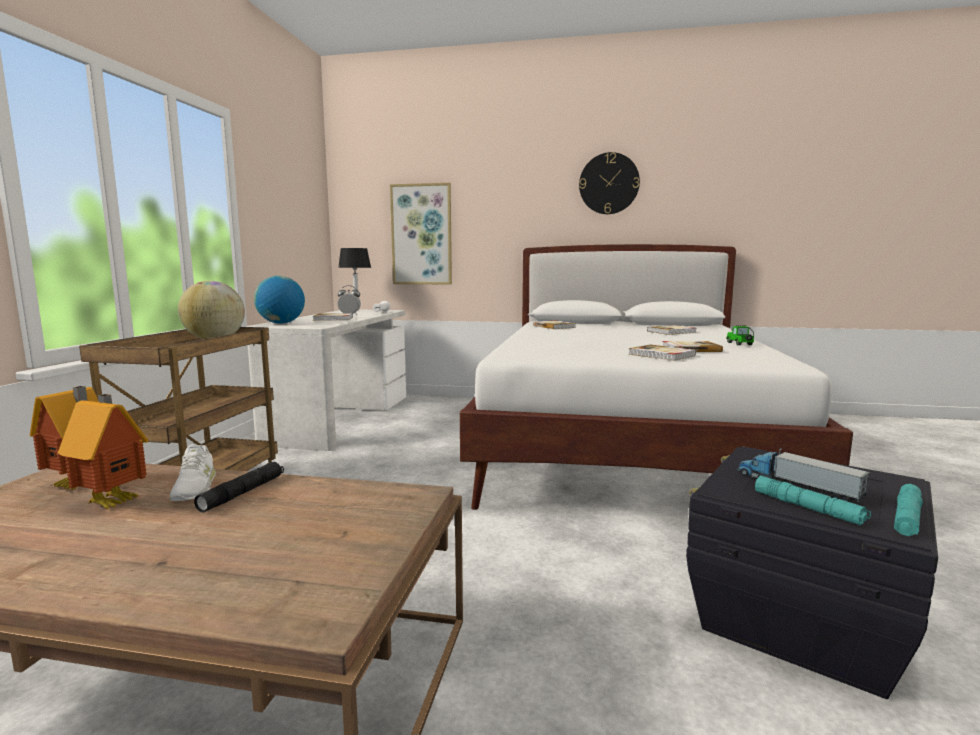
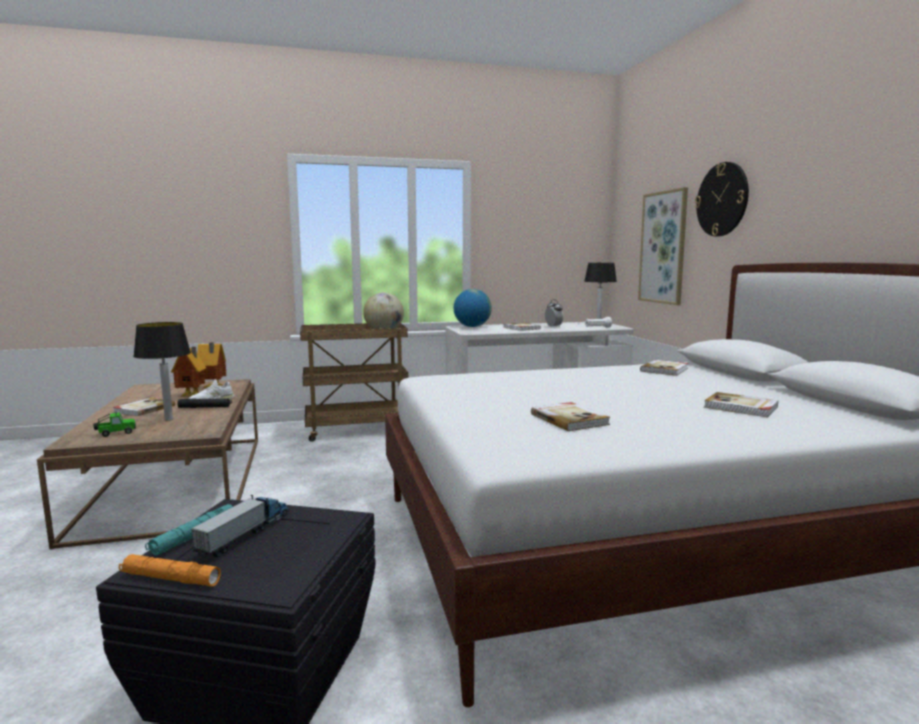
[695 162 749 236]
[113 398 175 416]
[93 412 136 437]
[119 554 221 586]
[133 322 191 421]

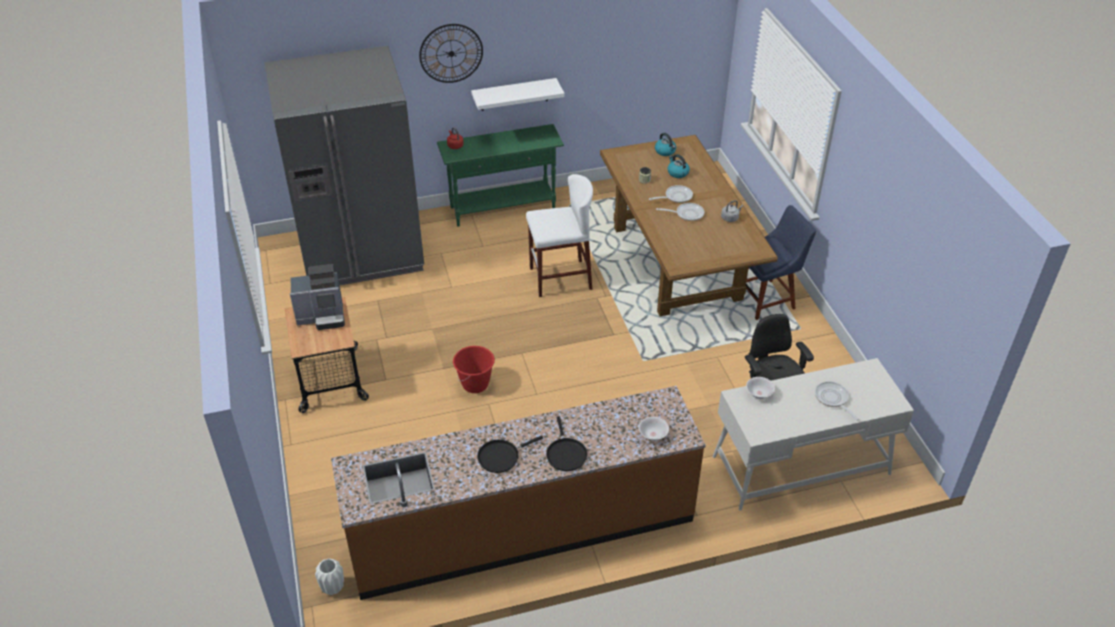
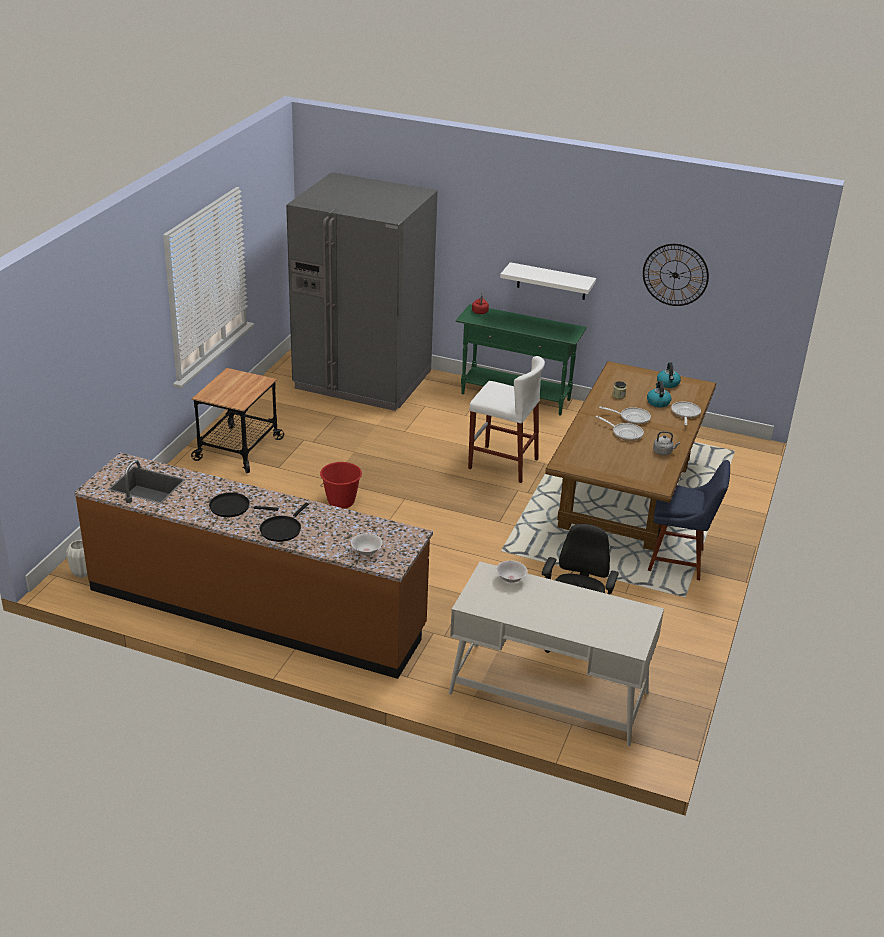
[290 264 345 330] (first image)
[643 244 709 306]
[671 402 701 426]

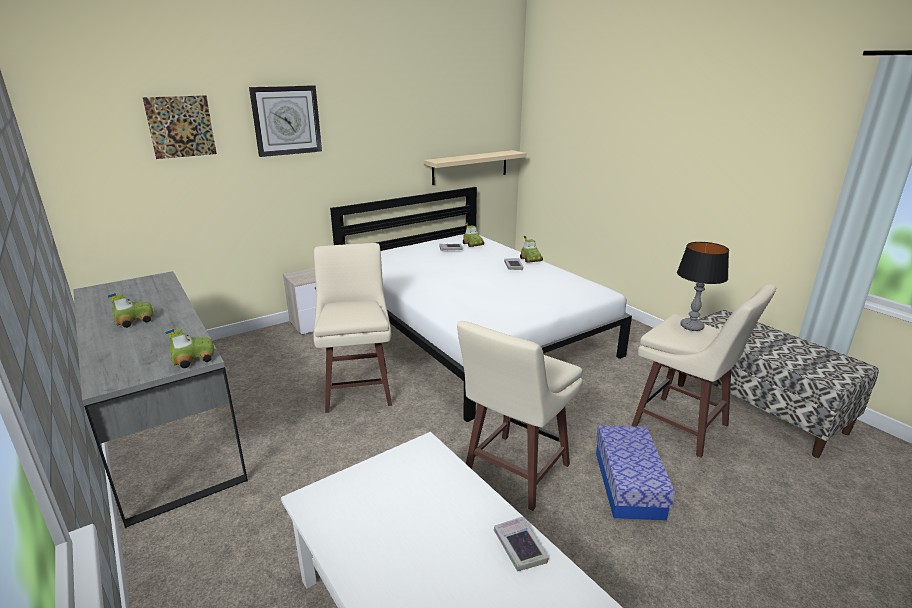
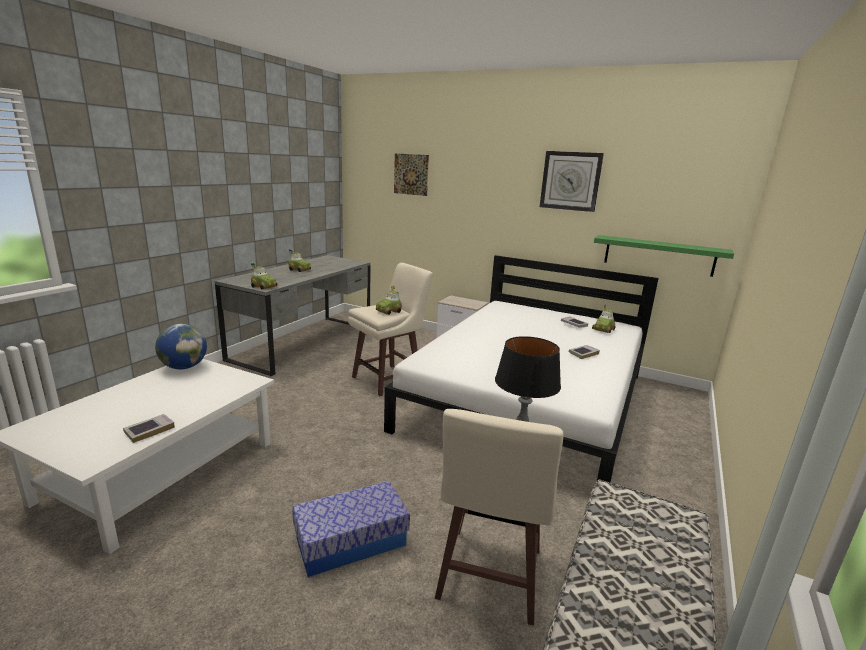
[540 151 604 212]
[594 235 734 277]
[457 321 583 511] (first image)
[376 286 402 315]
[155 324 207 369]

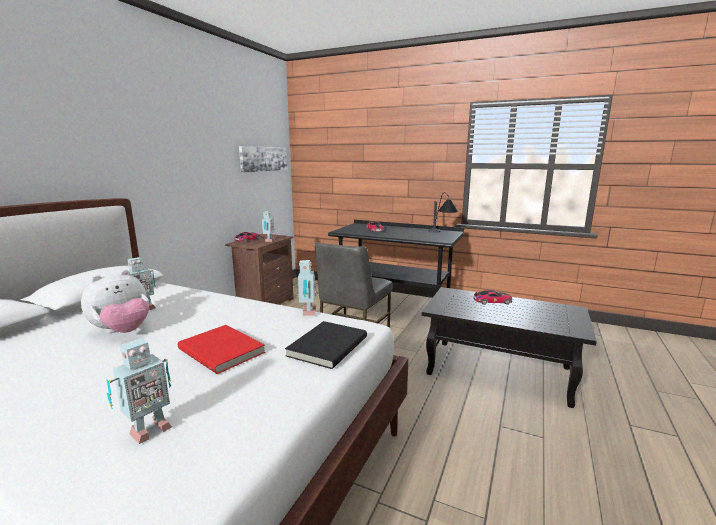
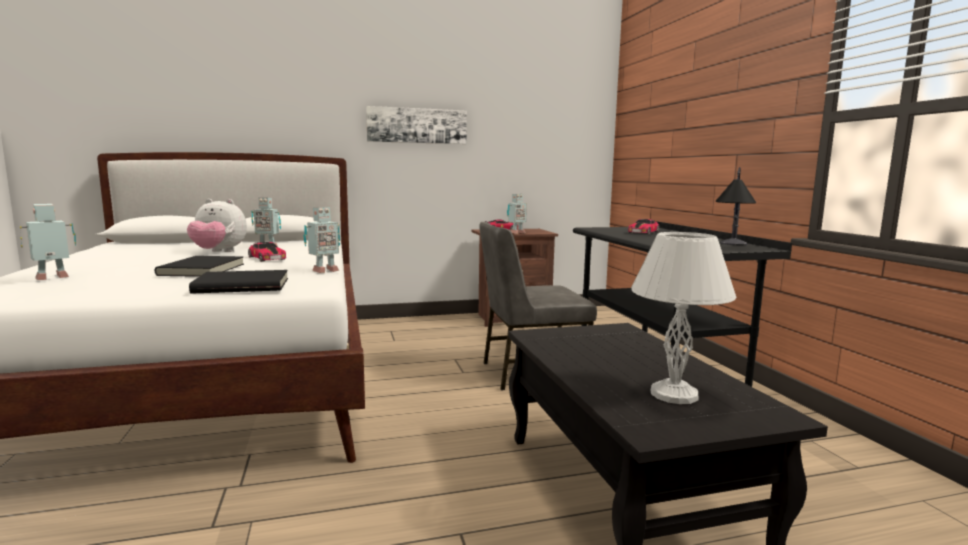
[20 204 76 280]
[155 256 244 277]
[366 106 467 144]
[248 242 286 262]
[631 232 737 404]

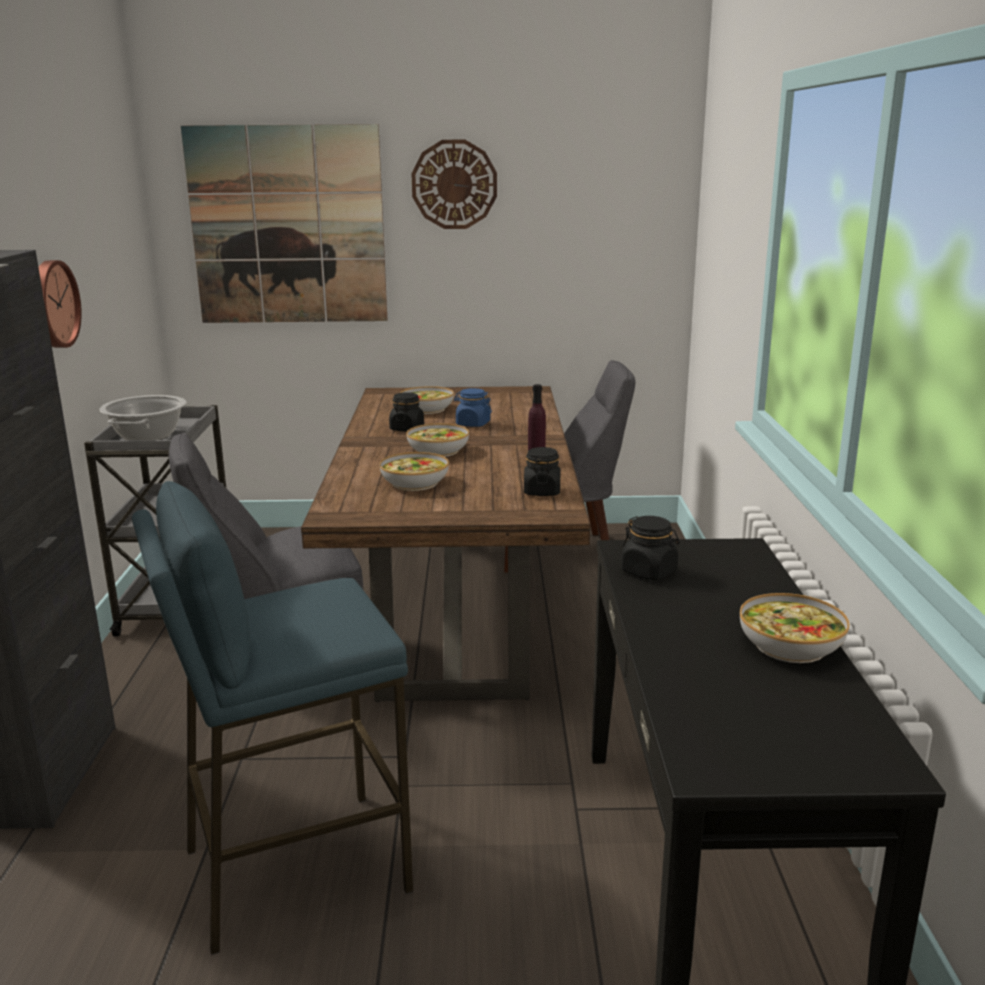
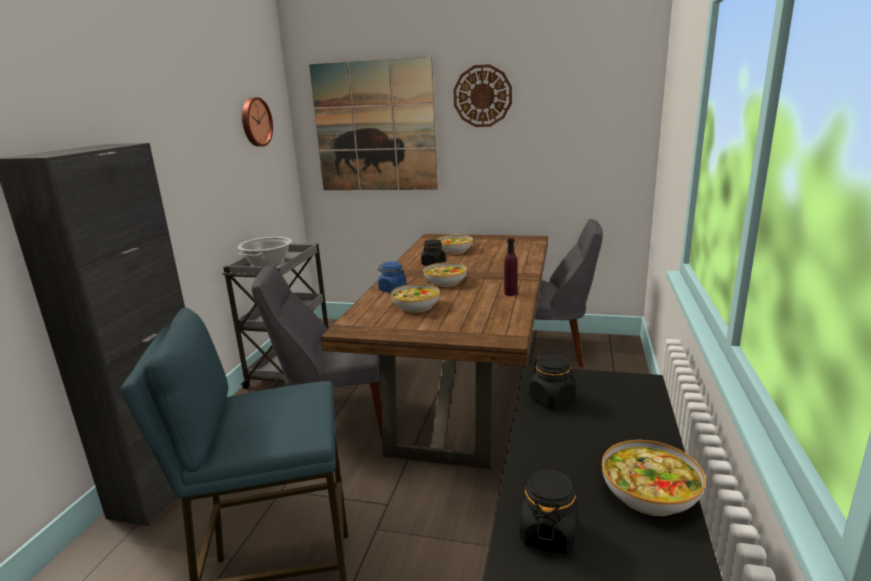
[242 97 273 147]
[378 261 407 293]
[520 468 578 554]

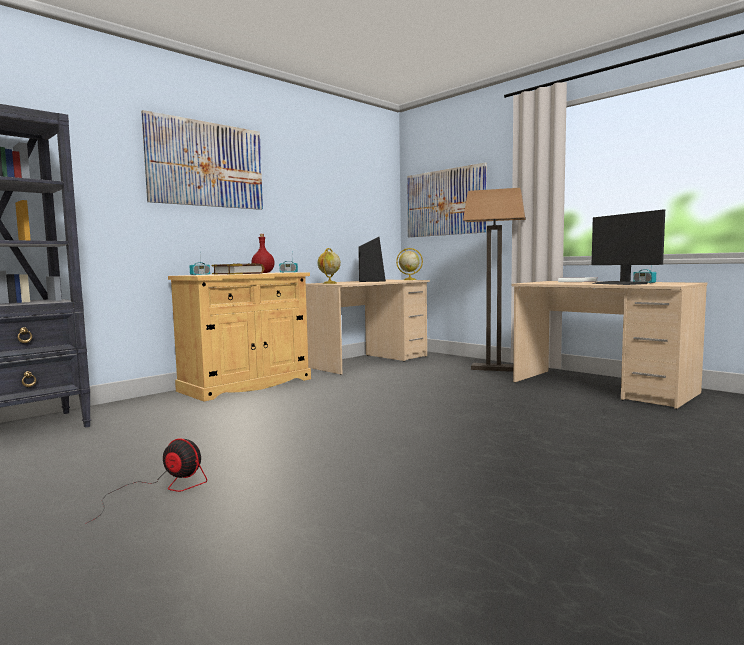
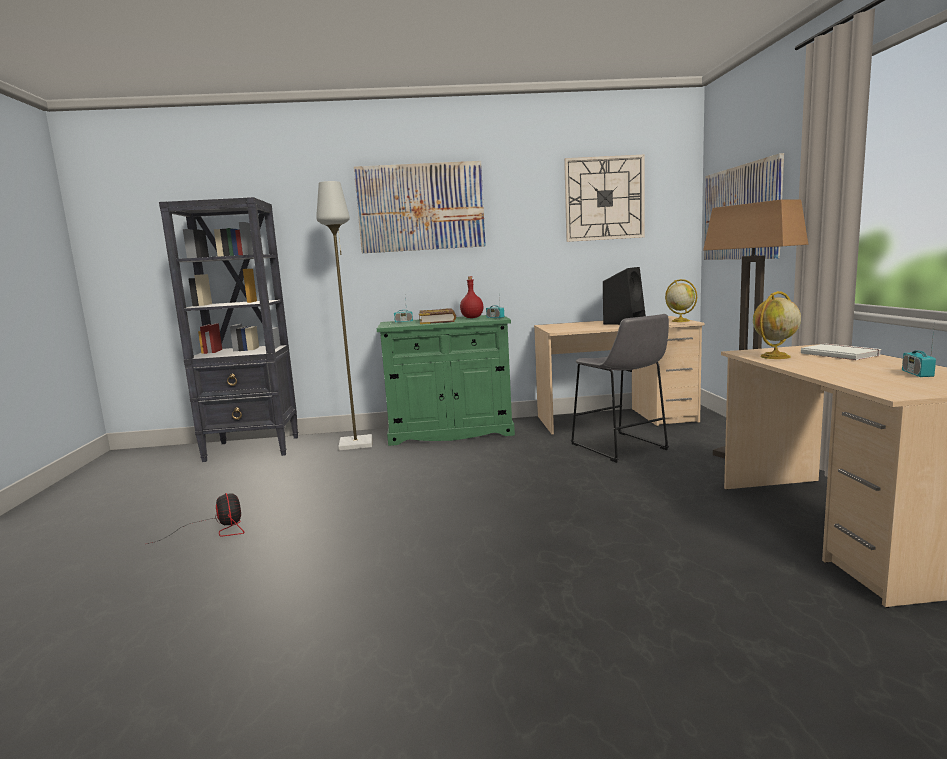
[377 315 515 446]
[753 291 801 359]
[592 209 665 285] (first image)
[316 181 372 451]
[564 155 644 242]
[571 314 669 463]

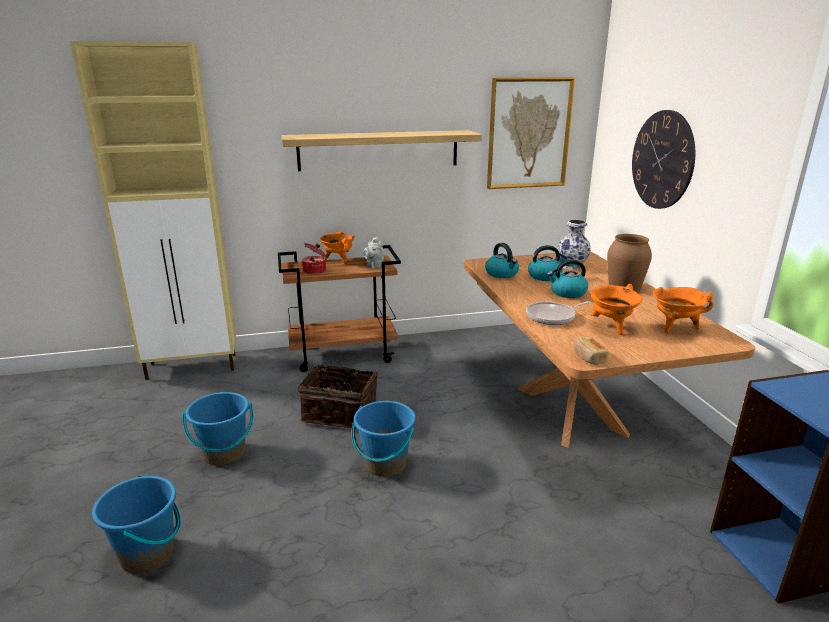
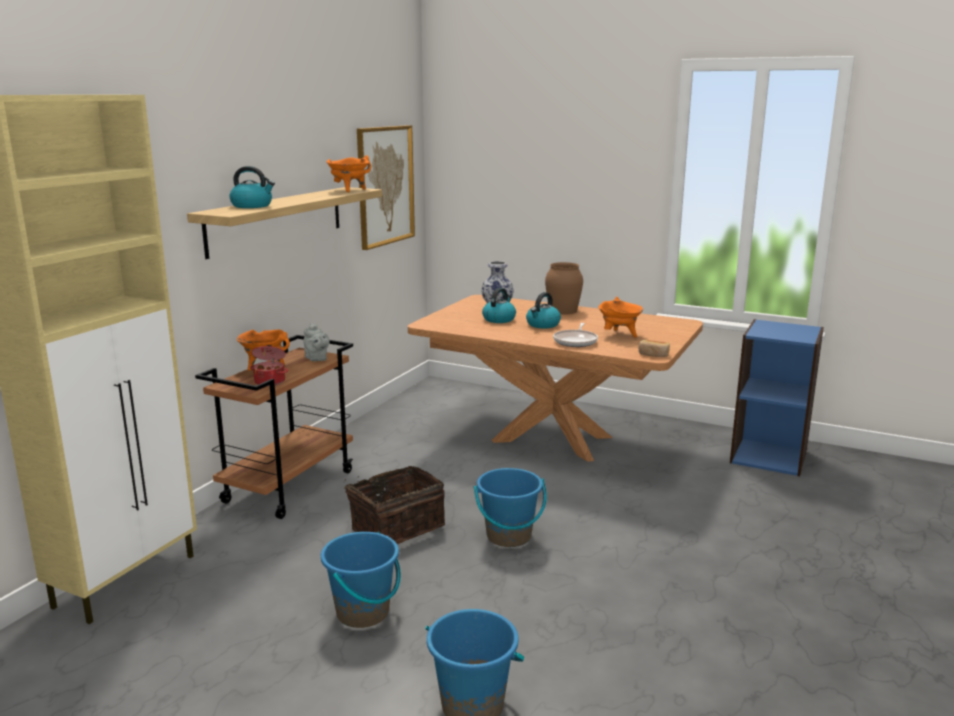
[229 166 275 208]
[632 110 695 209] (first image)
[326 155 371 193]

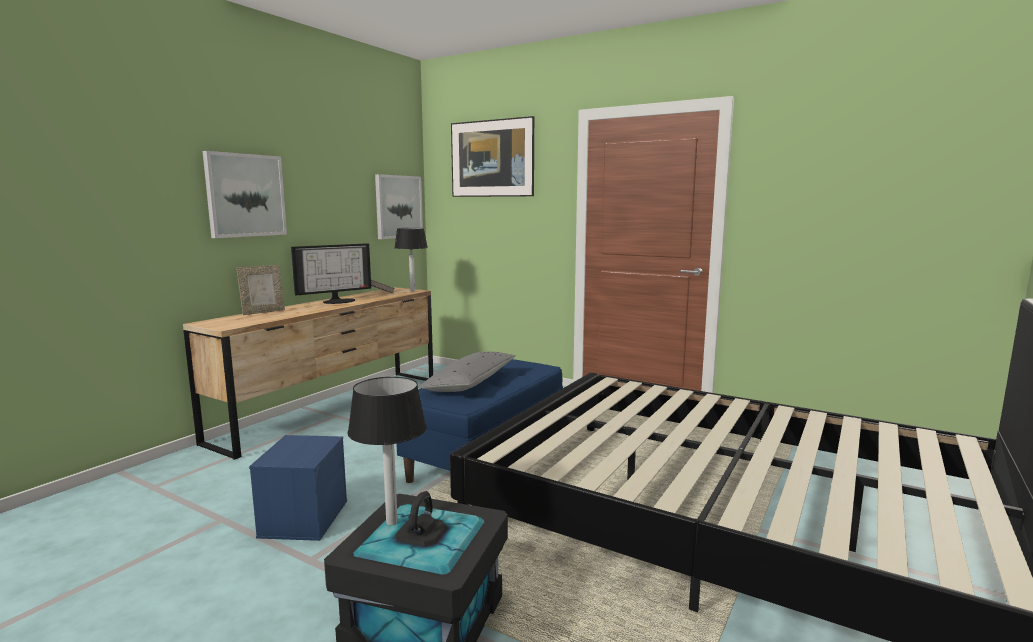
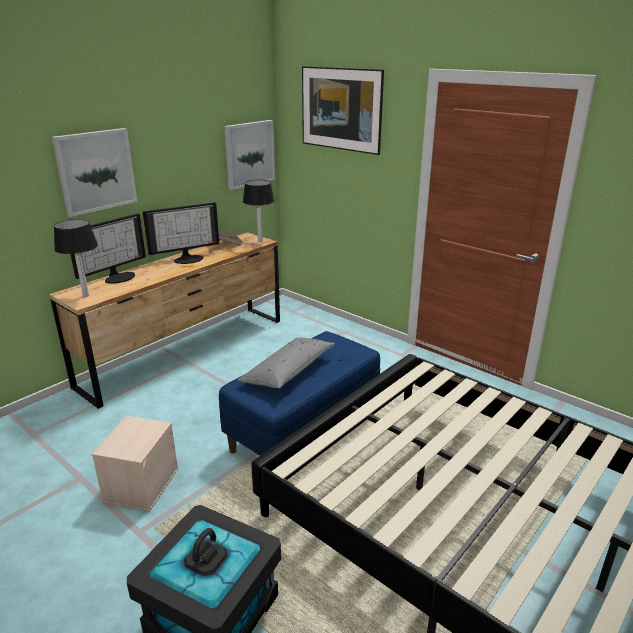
[71 213 146 283]
[91 416 178 512]
[54 219 98 297]

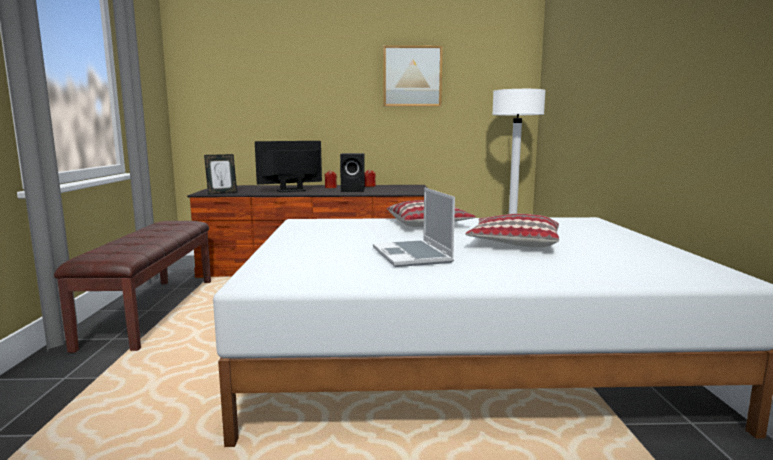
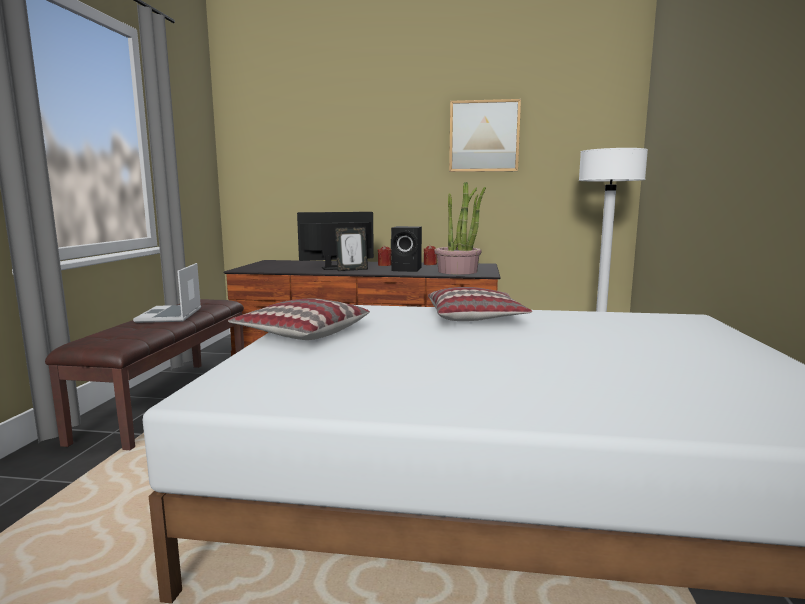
[335 227 368 271]
[133 263 201 323]
[228 298 370 340]
[434 182 486 275]

